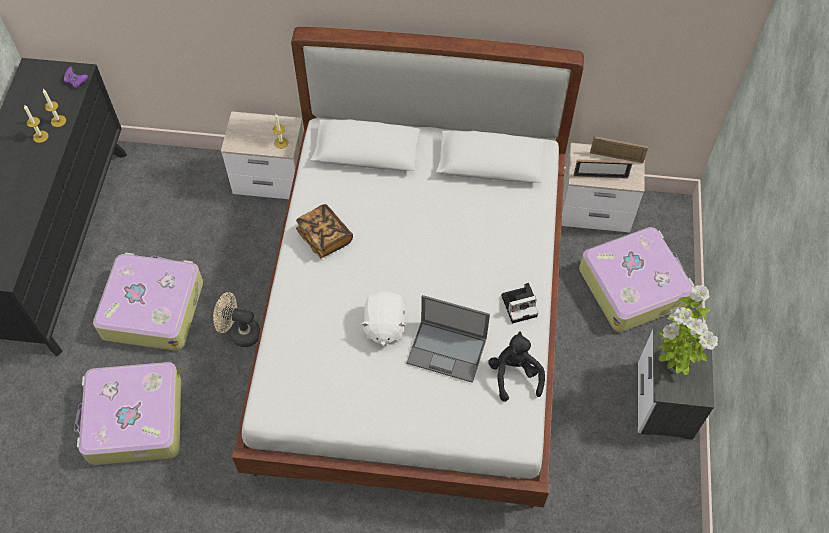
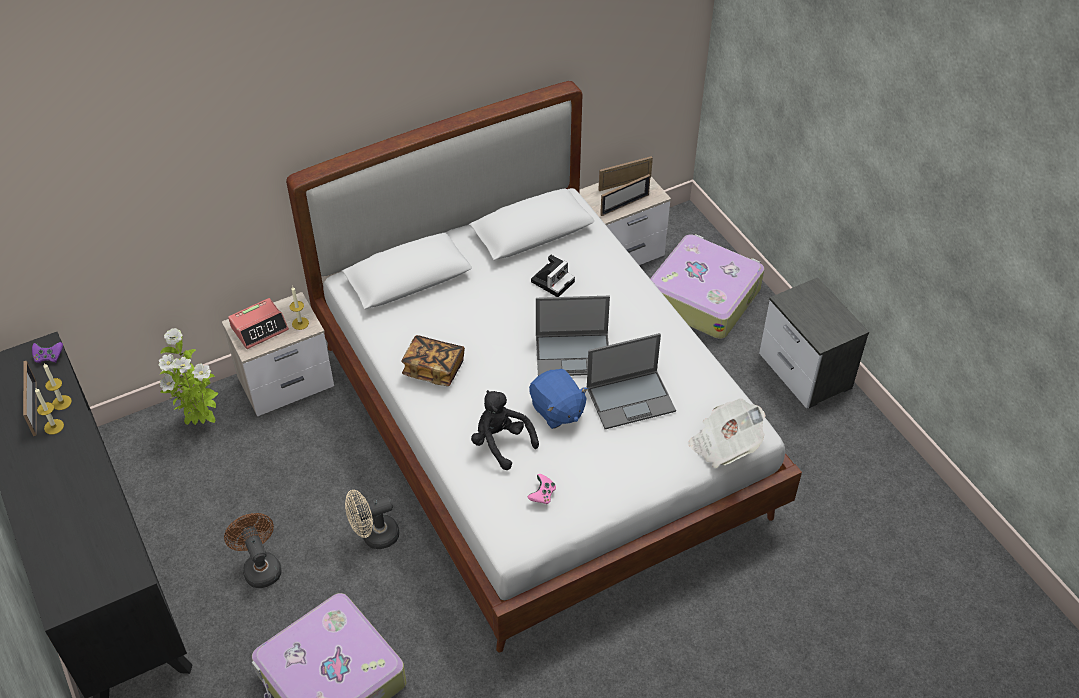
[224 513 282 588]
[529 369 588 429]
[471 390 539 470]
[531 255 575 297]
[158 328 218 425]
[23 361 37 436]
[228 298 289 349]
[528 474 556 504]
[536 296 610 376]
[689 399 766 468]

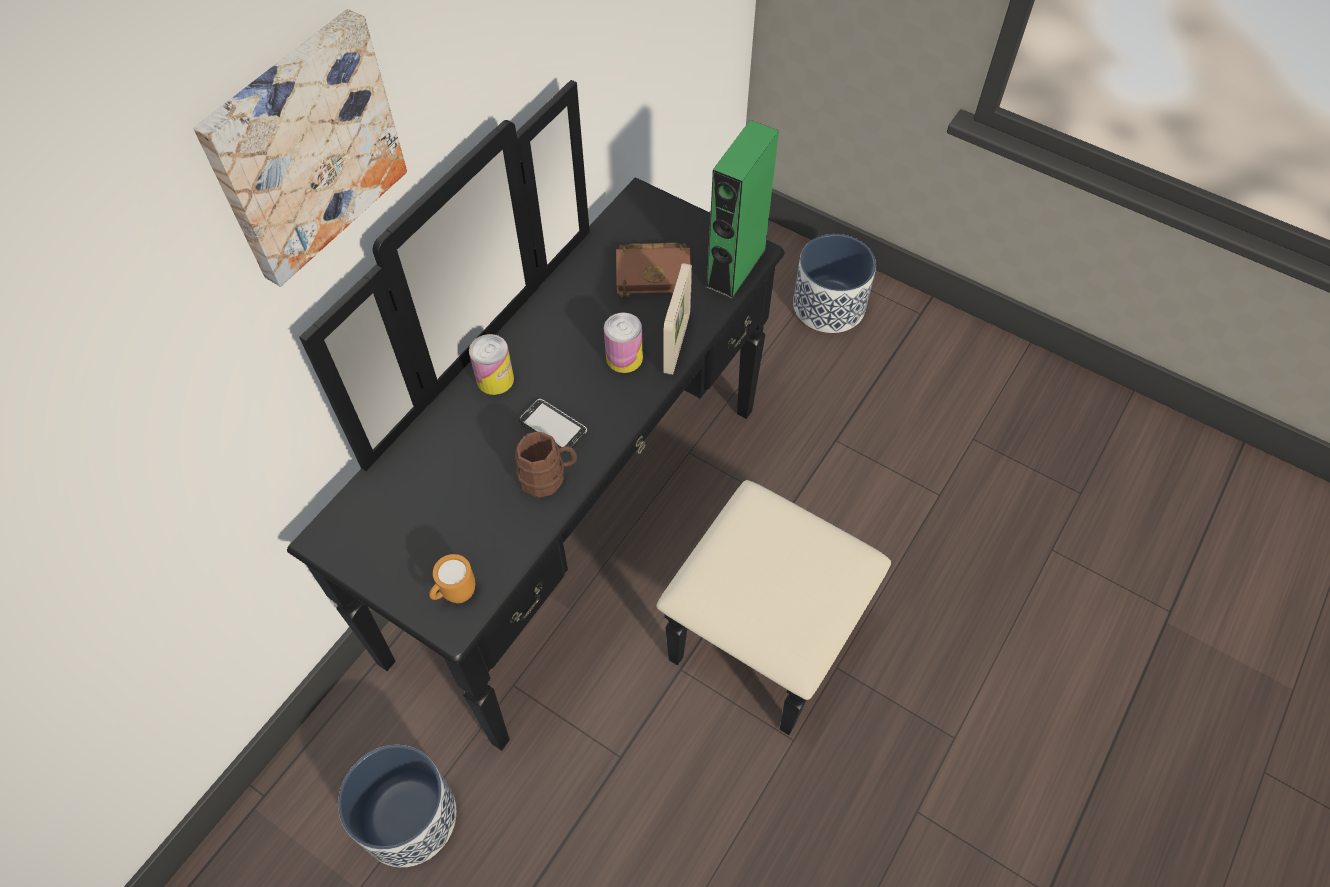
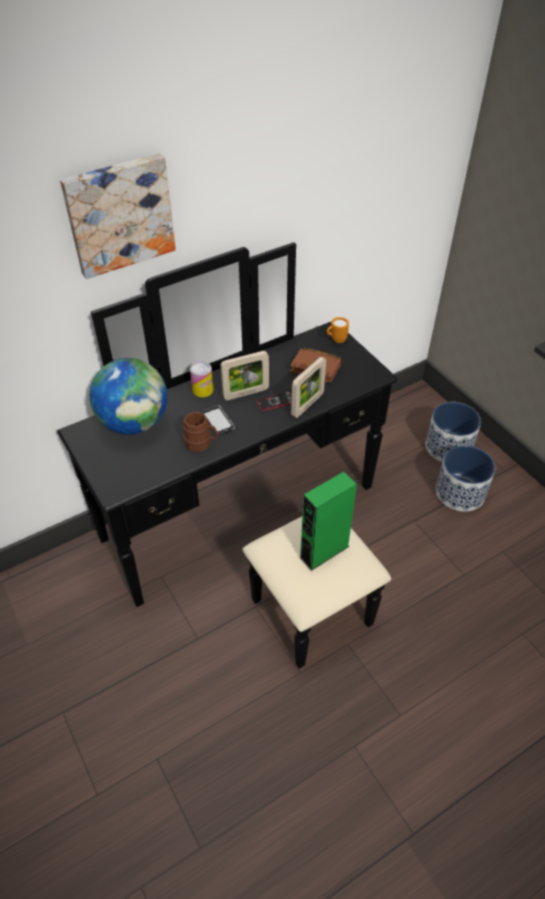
[436 445 495 512]
[326 317 349 343]
[256 391 292 411]
[299 471 357 571]
[90 358 168 435]
[220 351 269 400]

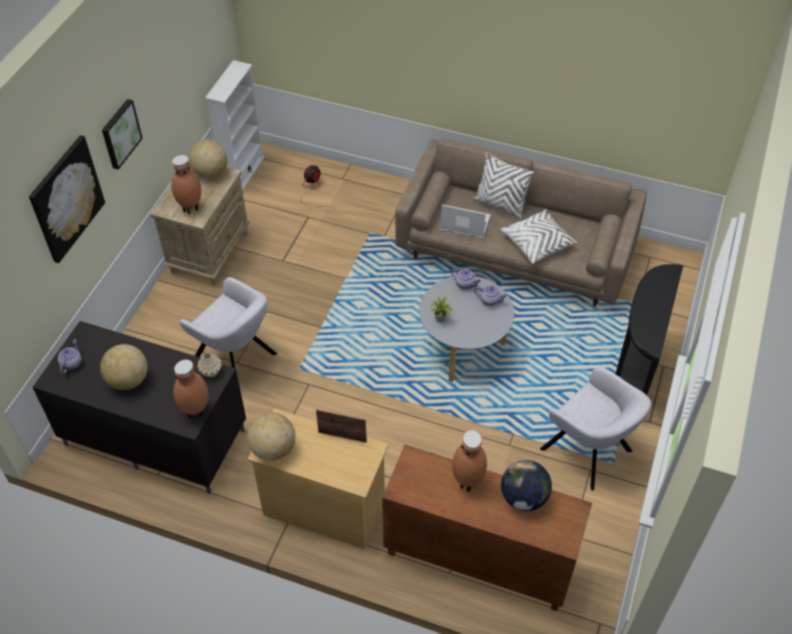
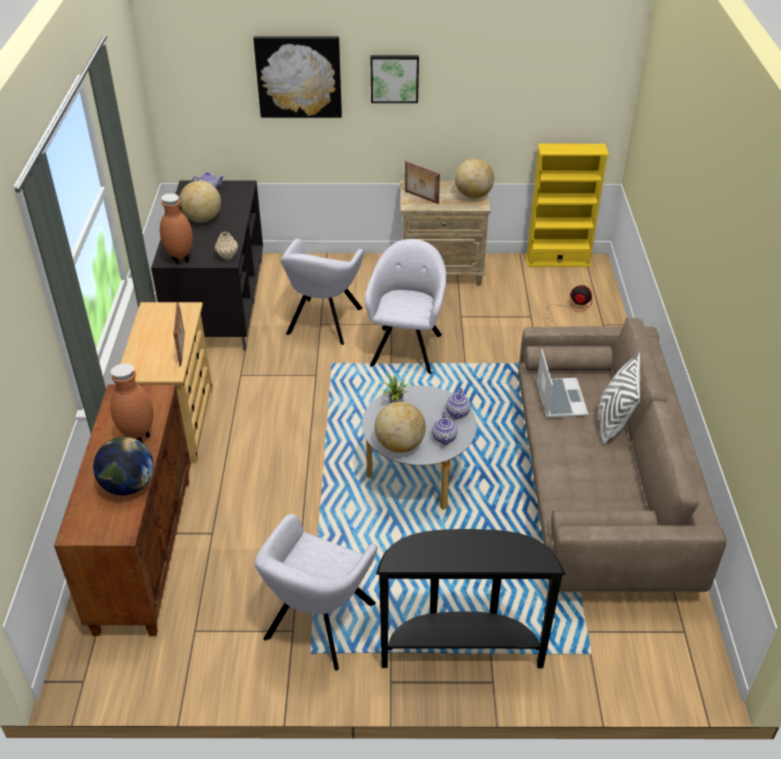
[405 161 440 204]
[526 144 609 267]
[374 402 426 453]
[500 209 577 264] (first image)
[365 239 447 374]

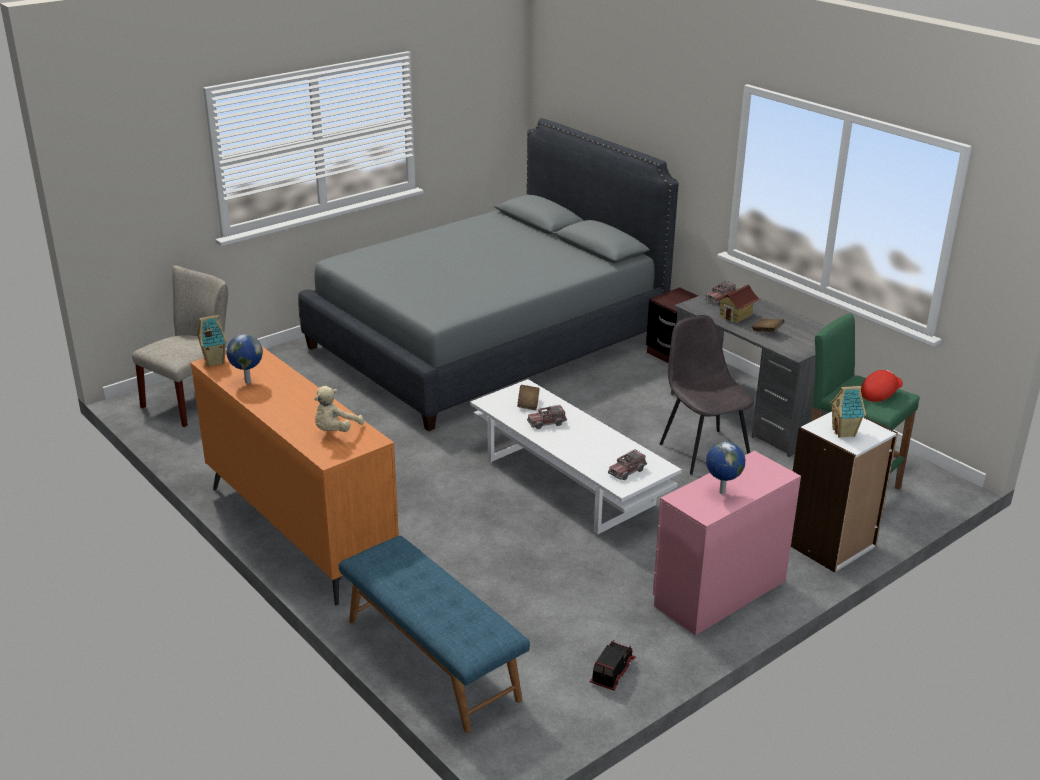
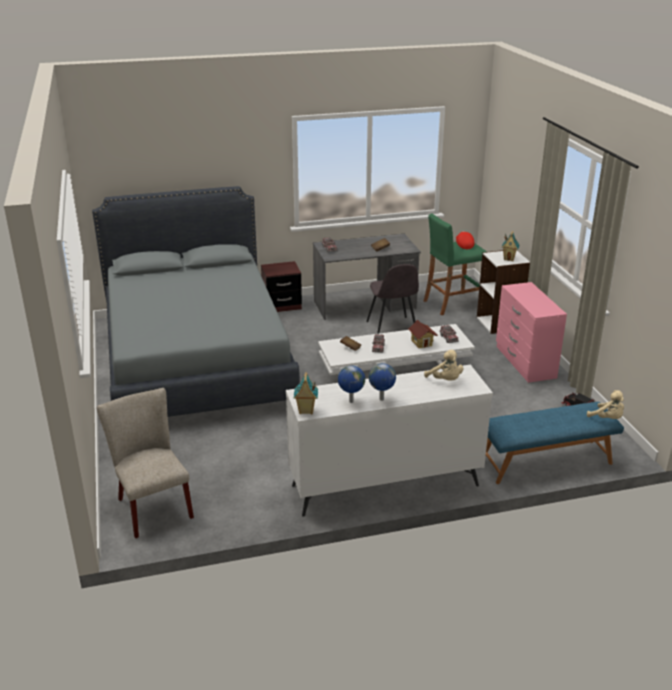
[286 365 493 517]
[366 264 419 334]
[369 363 396 401]
[407 320 438 348]
[587 390 624 419]

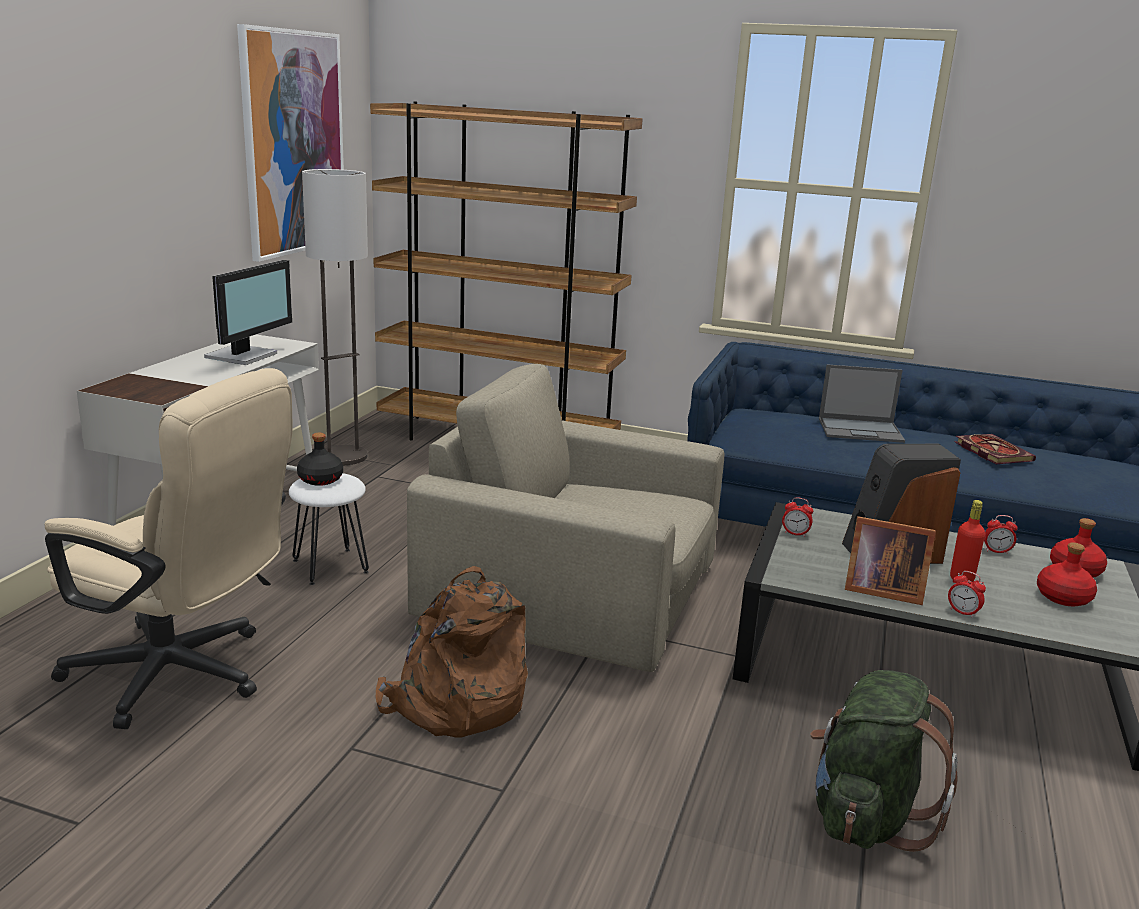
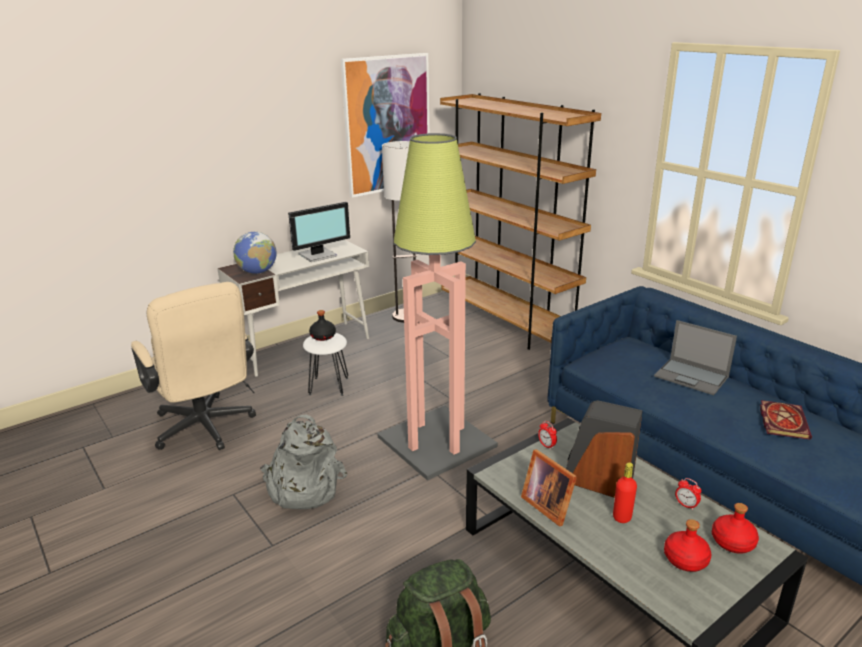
[260 414 347 509]
[377 133 498 481]
[948 571 986 618] (first image)
[233 232 277 274]

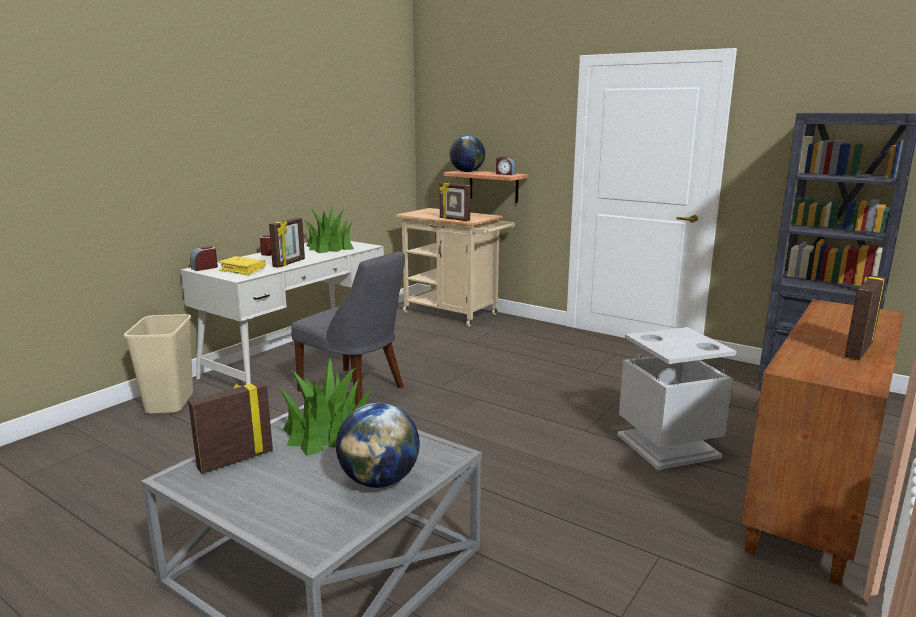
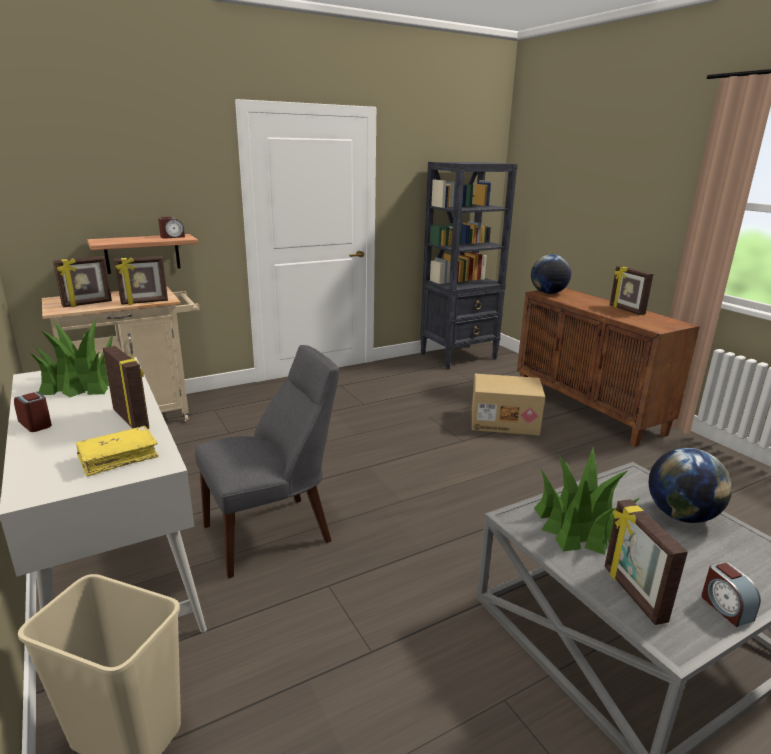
[701 561 761 627]
[531 254 571 294]
[472 374 545 436]
[53 256 112 307]

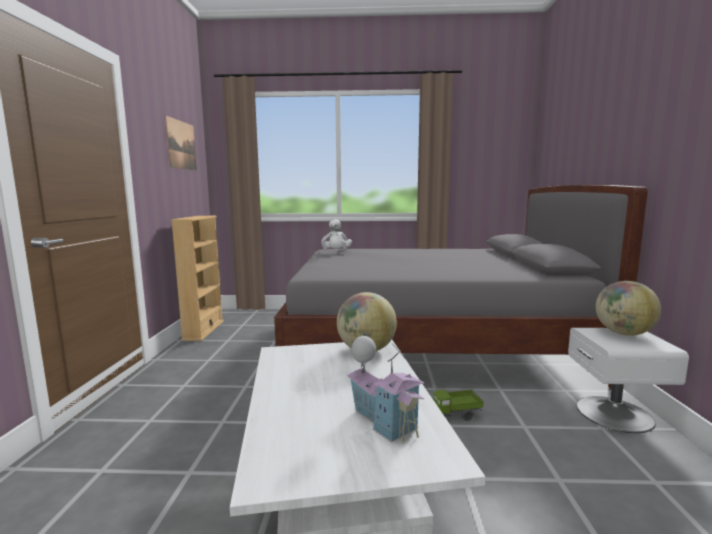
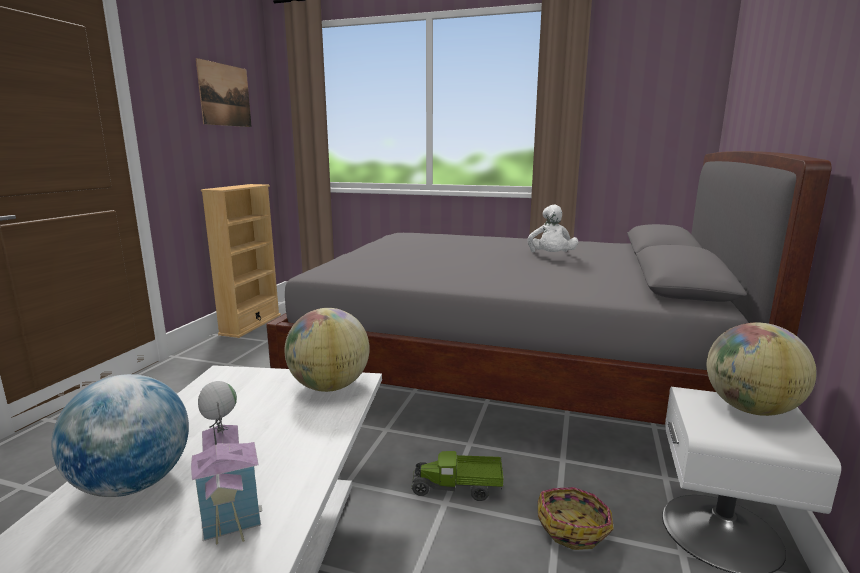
[528 204 578 253]
[52 374 189 497]
[538 487 614 550]

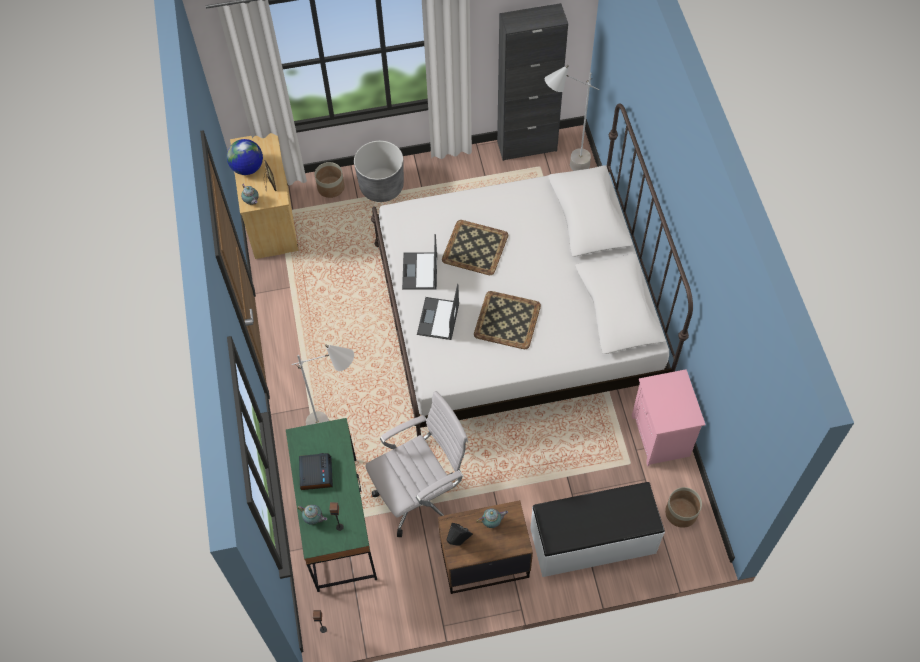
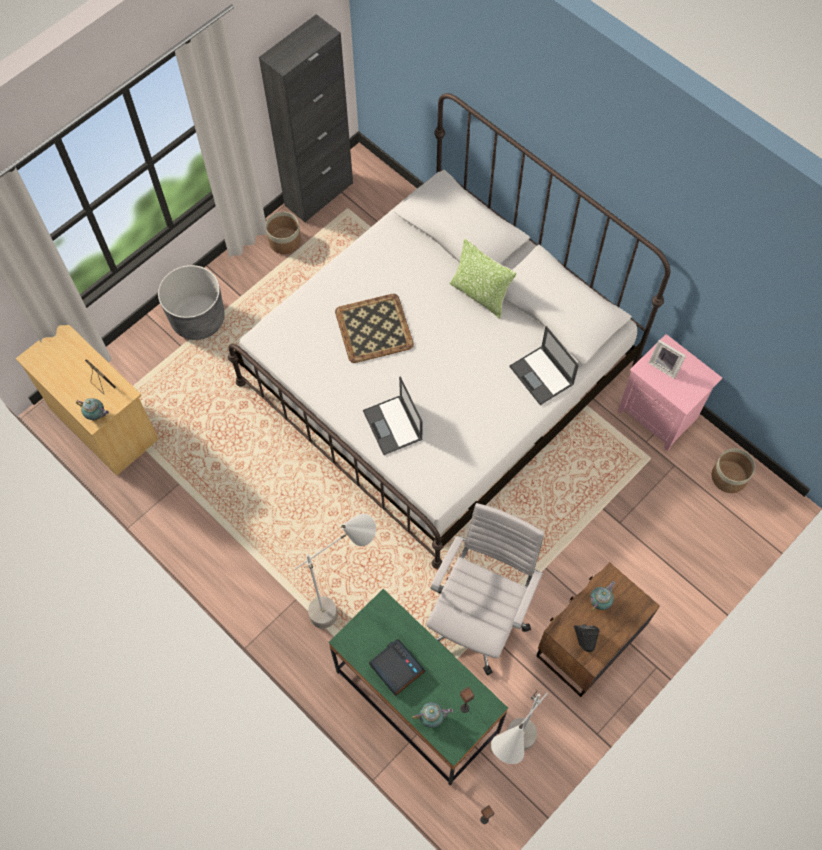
[227 139 263 175] (first image)
[266 212 301 254]
[509 326 579 405]
[474 291 541 349] (first image)
[530 482 665 577] (first image)
[491 690 548 764]
[450 239 516 319]
[649 340 686 379]

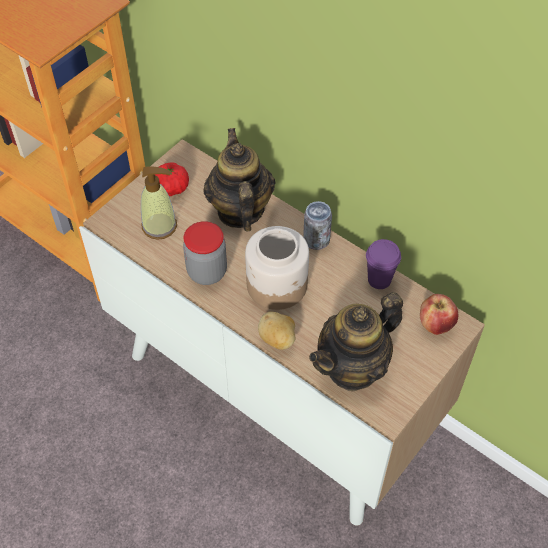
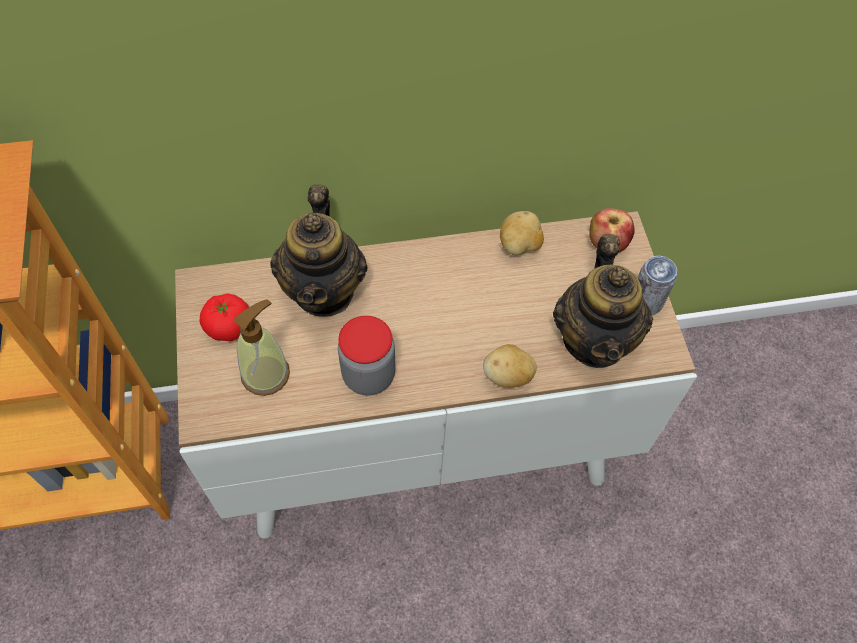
[270 185 367 317]
[245 226 309 310] (first image)
[637 256 677 315]
[500 211 544 255]

